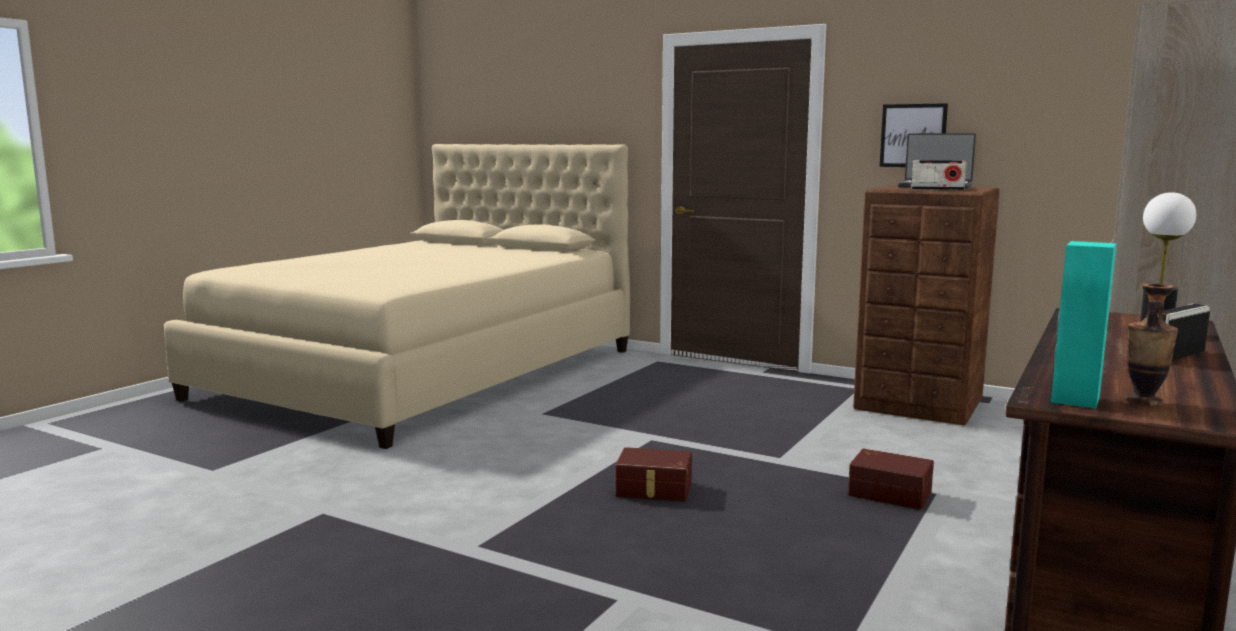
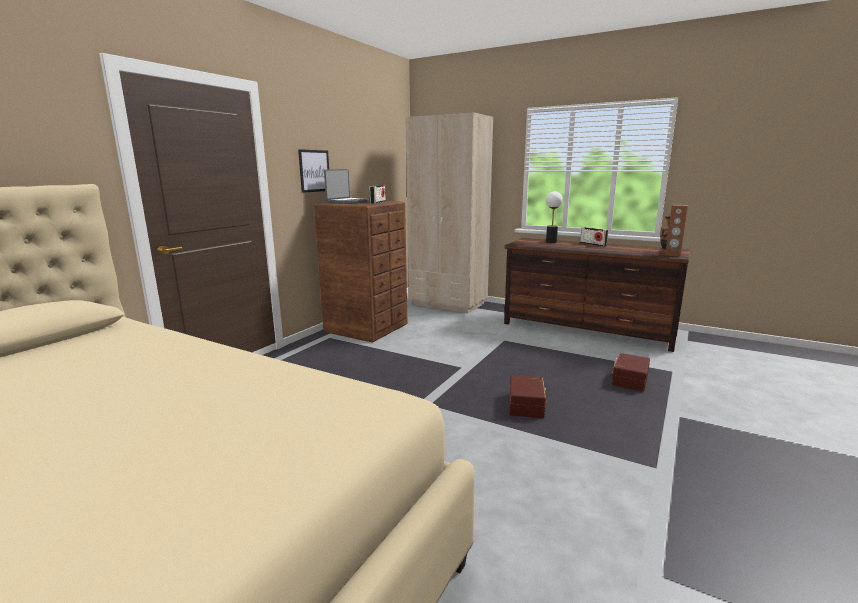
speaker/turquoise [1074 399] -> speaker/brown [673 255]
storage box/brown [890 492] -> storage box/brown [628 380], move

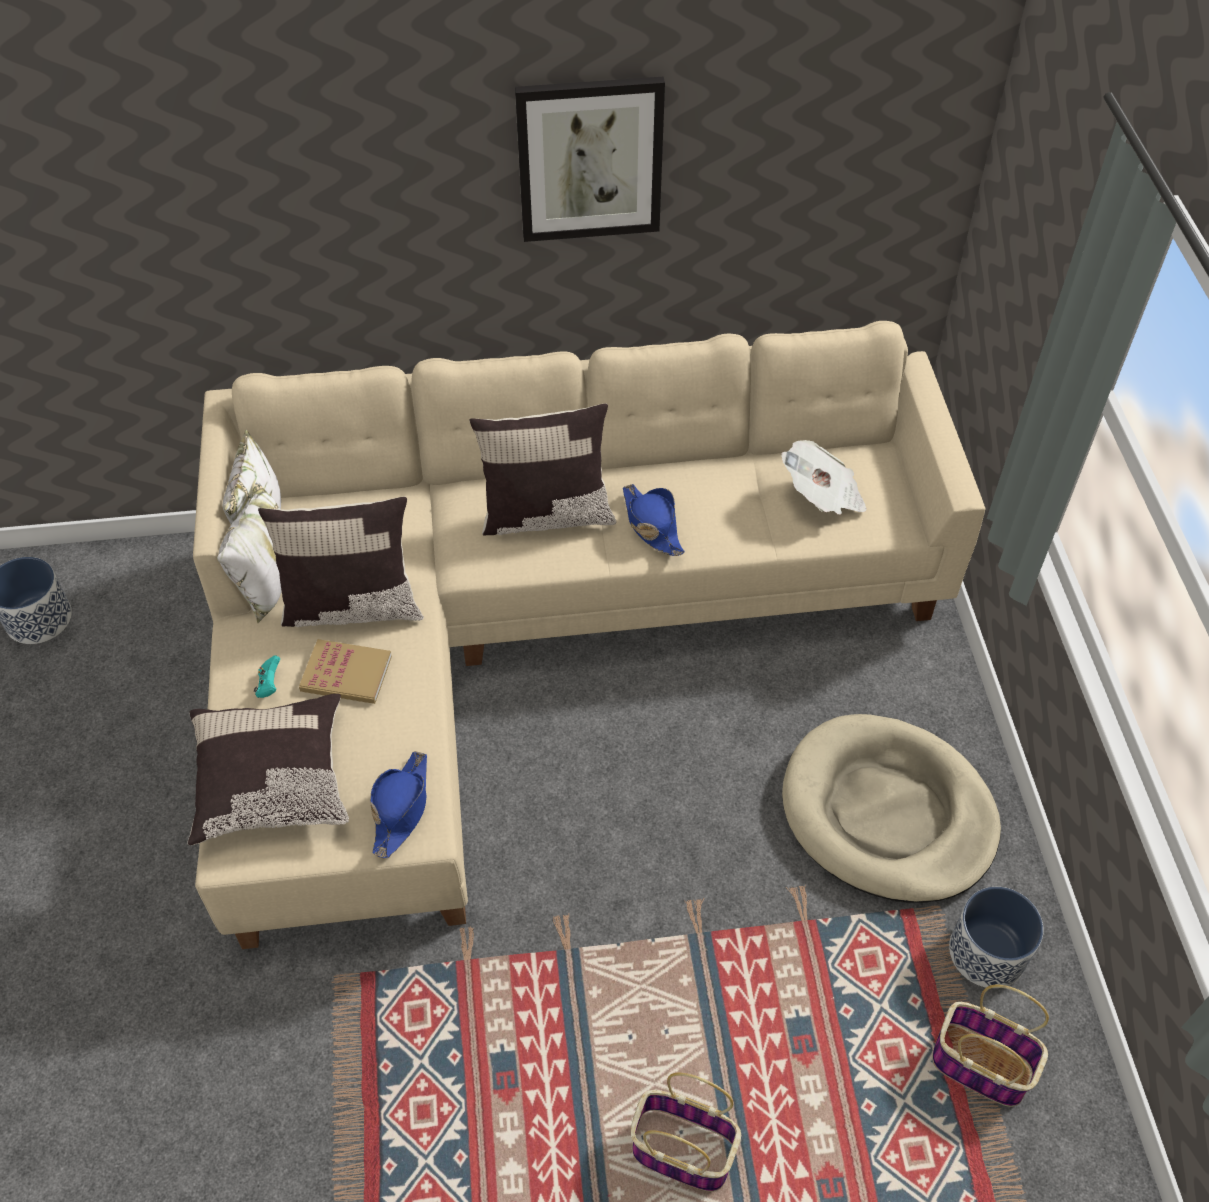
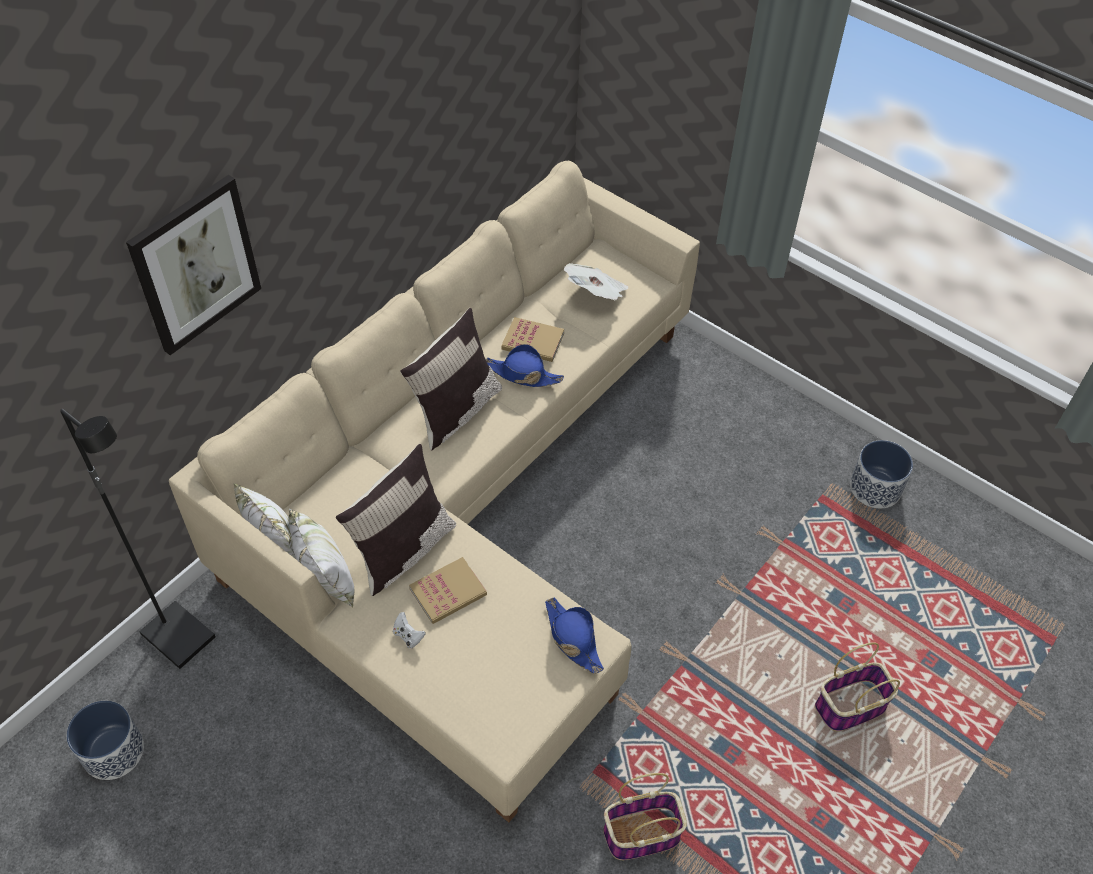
picture [590 159] -> picture [195 265], move
game controller/turquoise [269 685] -> game controller/white [408 636]
pillow [272 780] -> none
dog bed/beige [887 813] -> none
basket [979 1065] -> basket [641 835], move
none -> book [533 341]
none -> floor lamp/black [180 636]

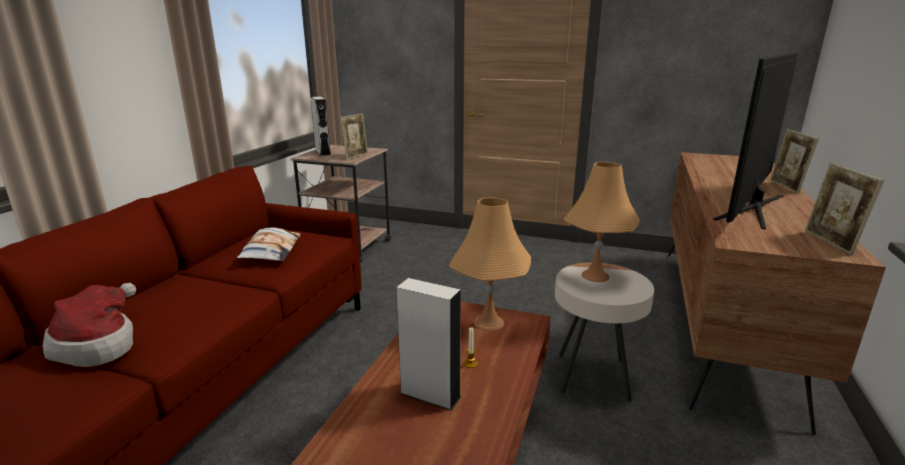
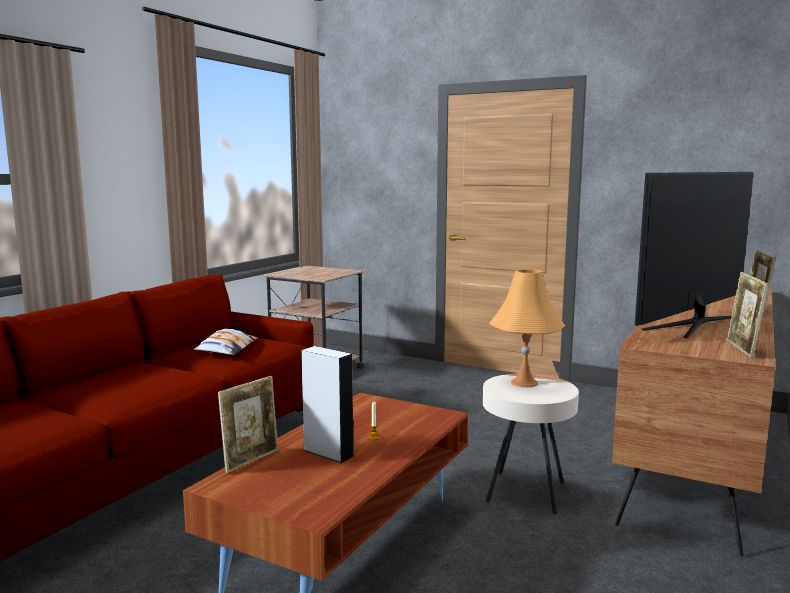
speaker/grey [323 152] -> none
picture frame [356 156] -> picture frame [251 460], move
table lamp/orange [488 322] -> none
hat [99 343] -> none

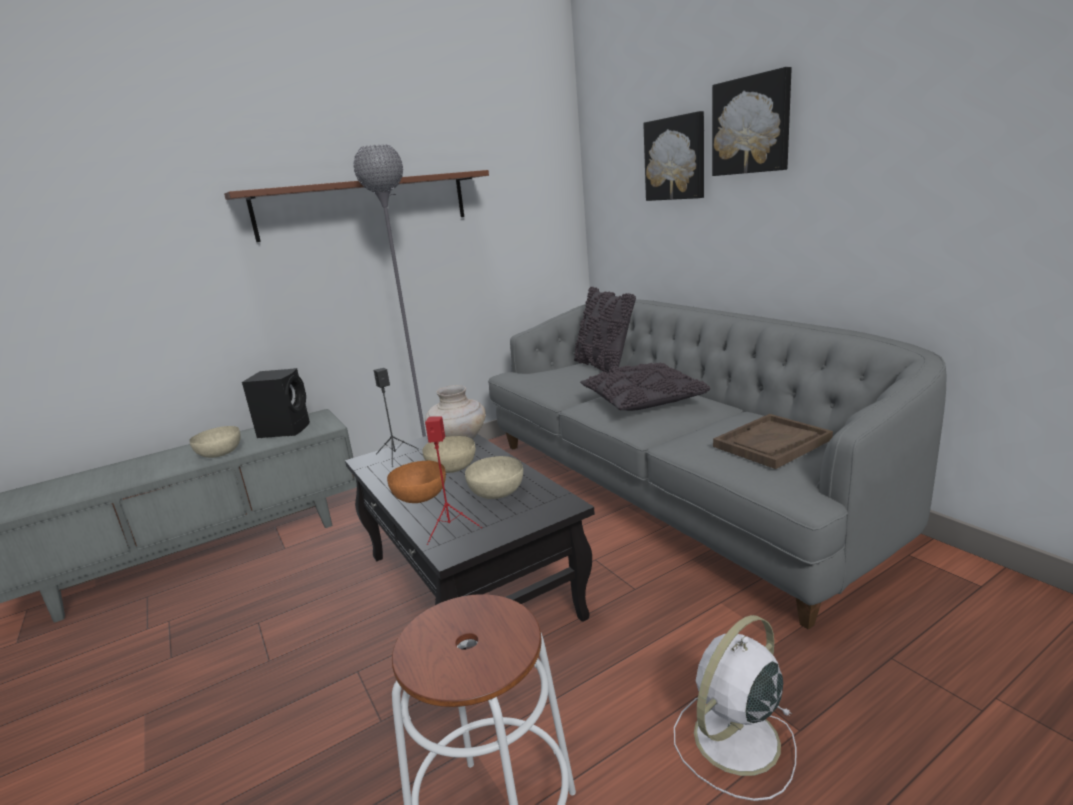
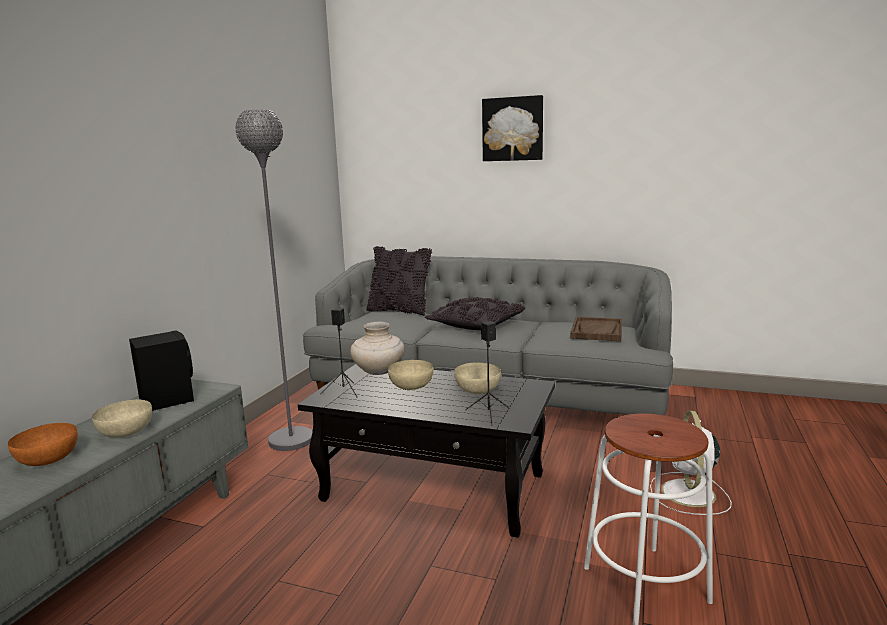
picture [676 158] -> none
shelf/brown [364 205] -> none
speaker/red [450 528] -> speaker/black [489 414]
bowl/orange [419 496] -> bowl/orange [47 459], move

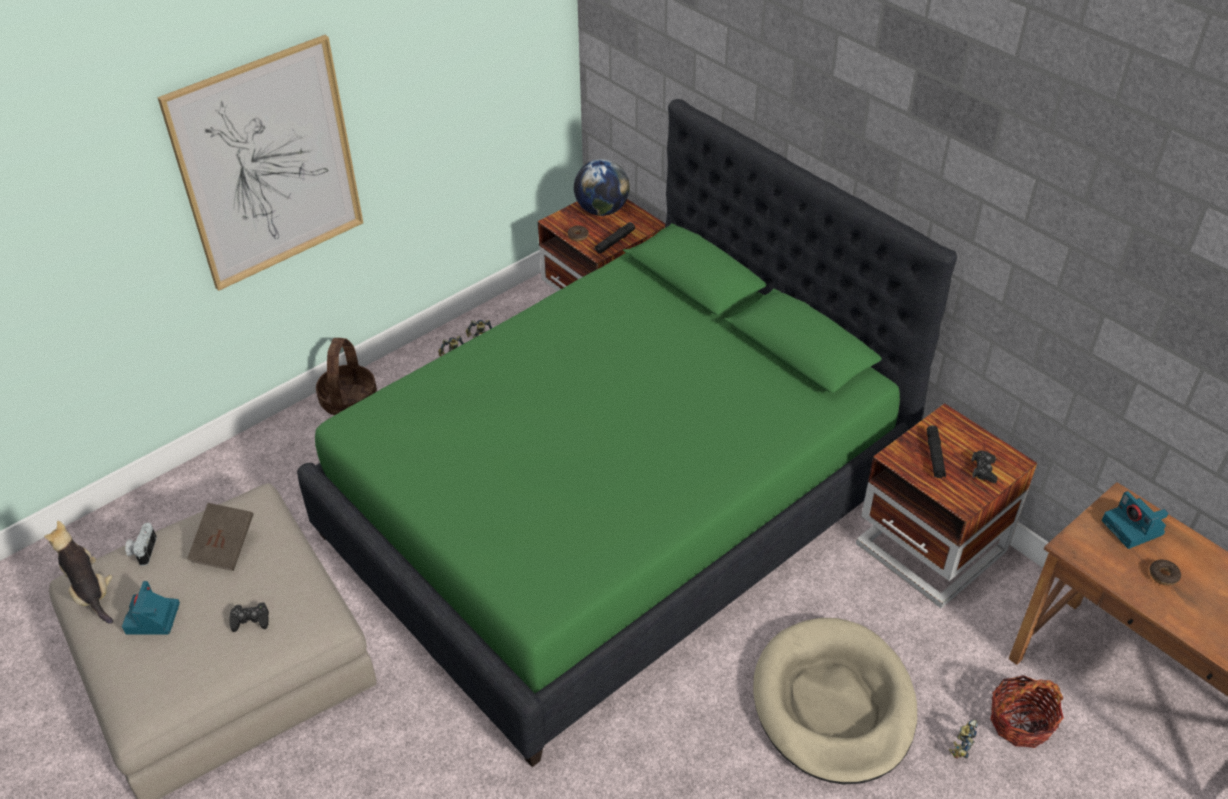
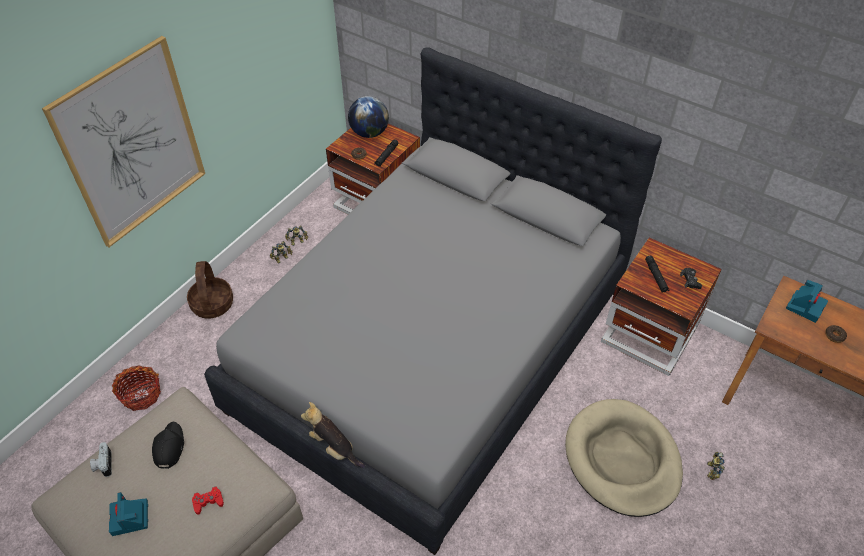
bed/green [617 507] -> bed/grey [433 347]
photo camera [1133 528] -> photo camera [805 306], 105 degrees counterclockwise
book/brown [225 547] -> cap/black [168 447]
plush toy [91 591] -> plush toy [335 447], move
game controller/black [250 620] -> game controller/red [208 502]
basket [1020 722] -> basket [141 395], move

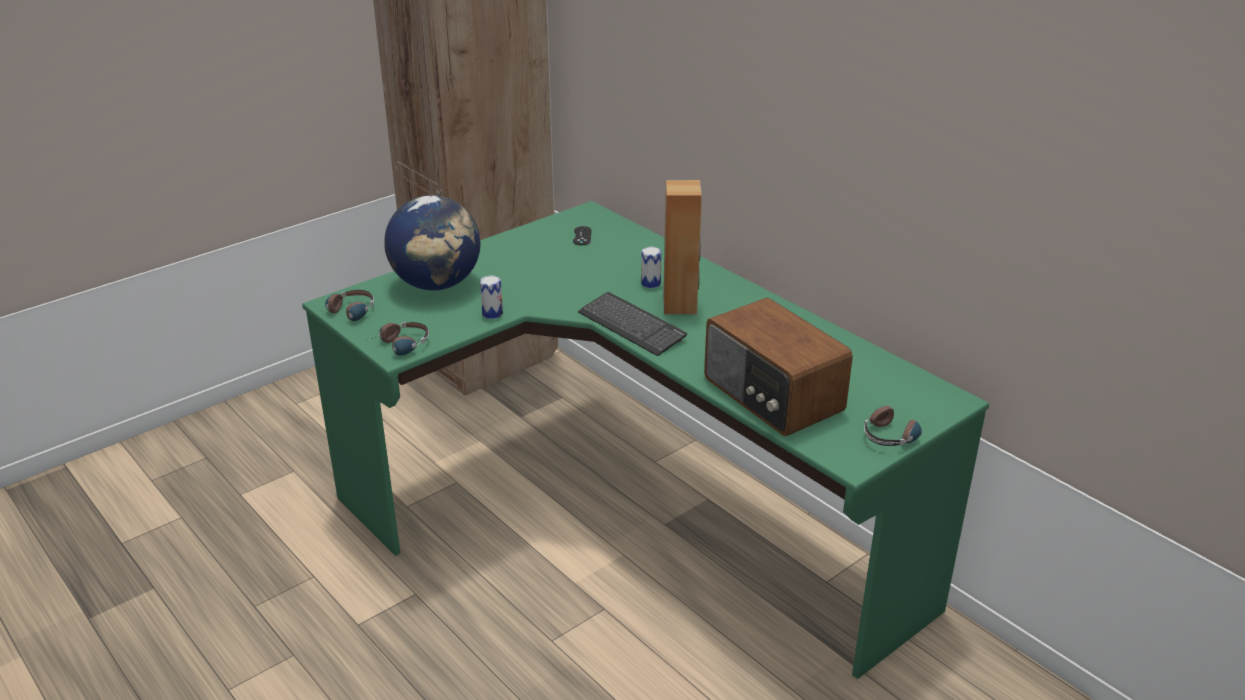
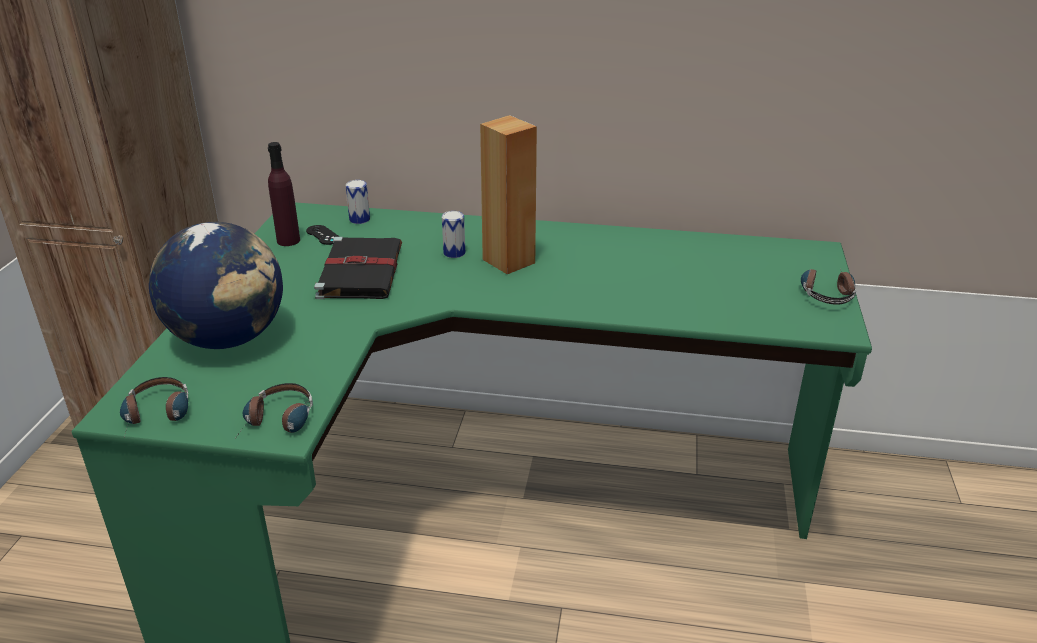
can [492 314] -> can [359 219], move
keyboard [631 326] -> none
radio [771 395] -> none
none -> bottle/purple [288 240]
none -> book/black [361 271]

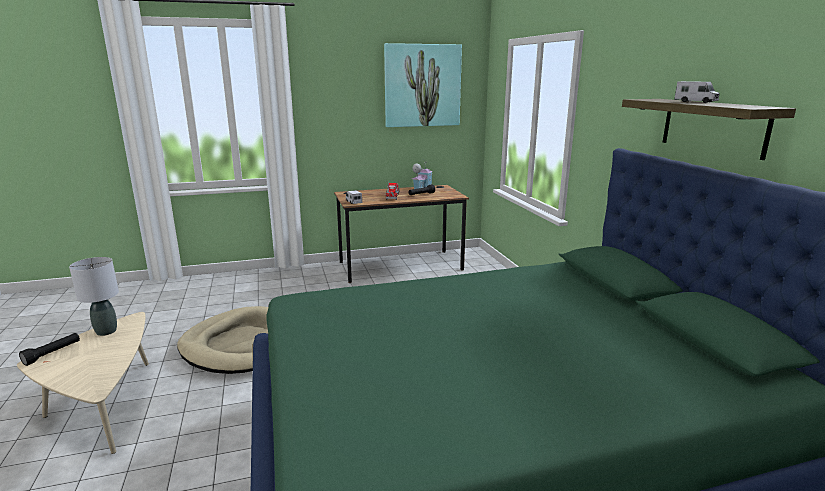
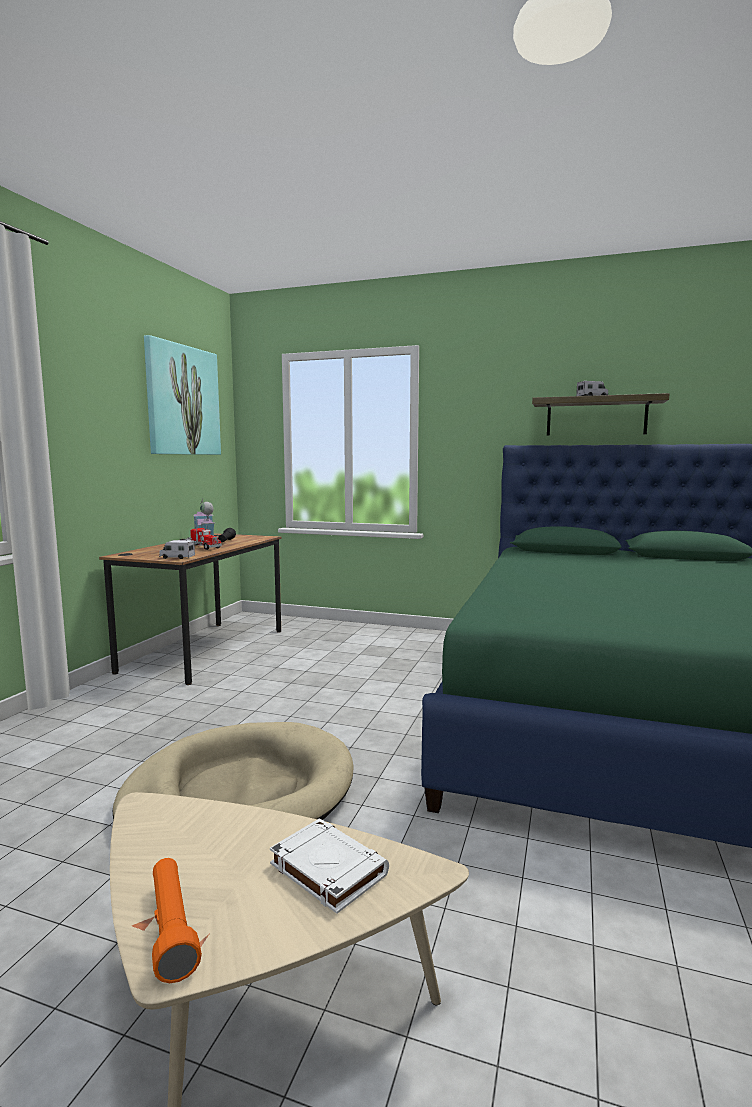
table lamp/grey [106 331] -> none
flashlight/black [53 353] -> flashlight/orange [171 928]
none -> book/white [327 869]

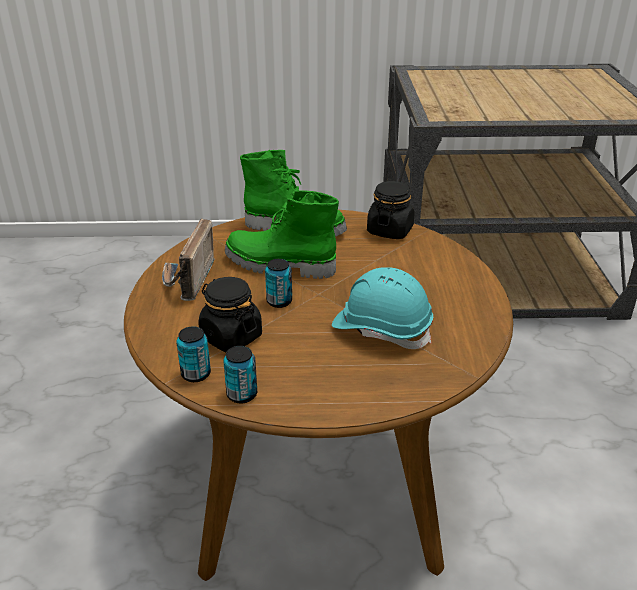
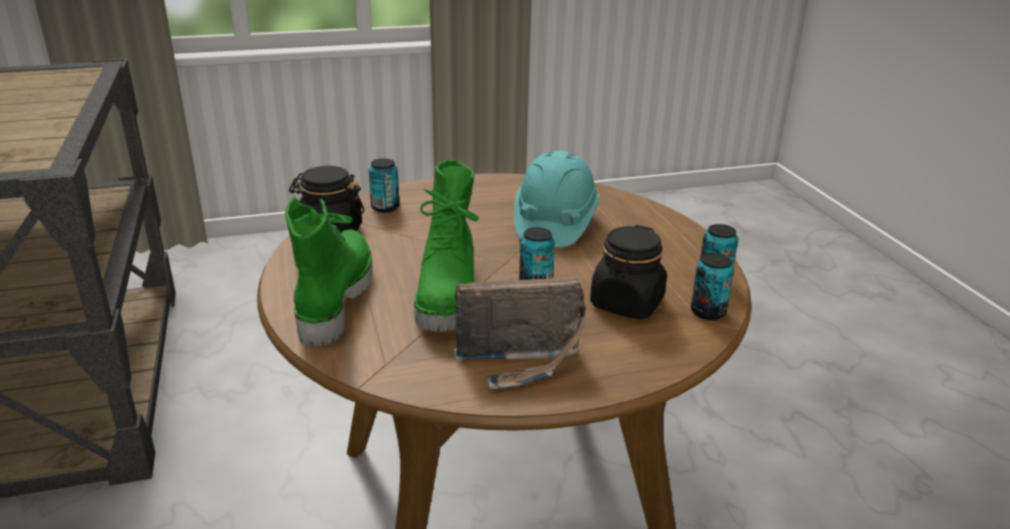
none -> can [385 207]

